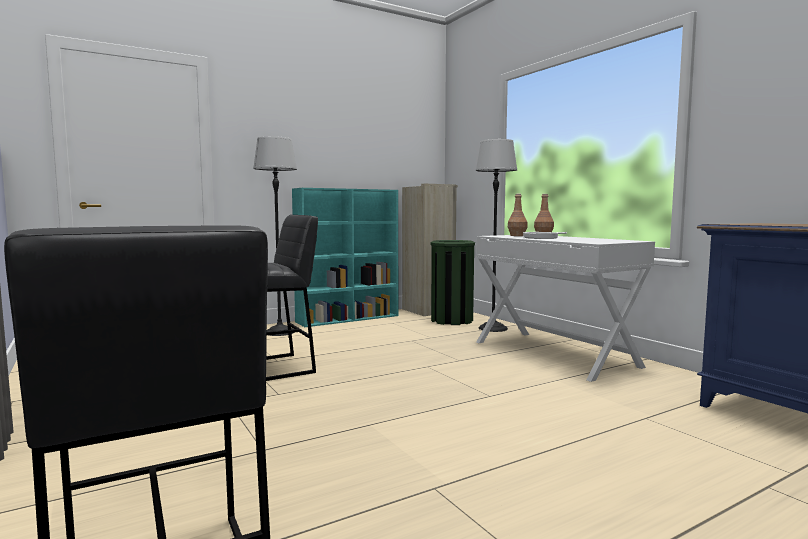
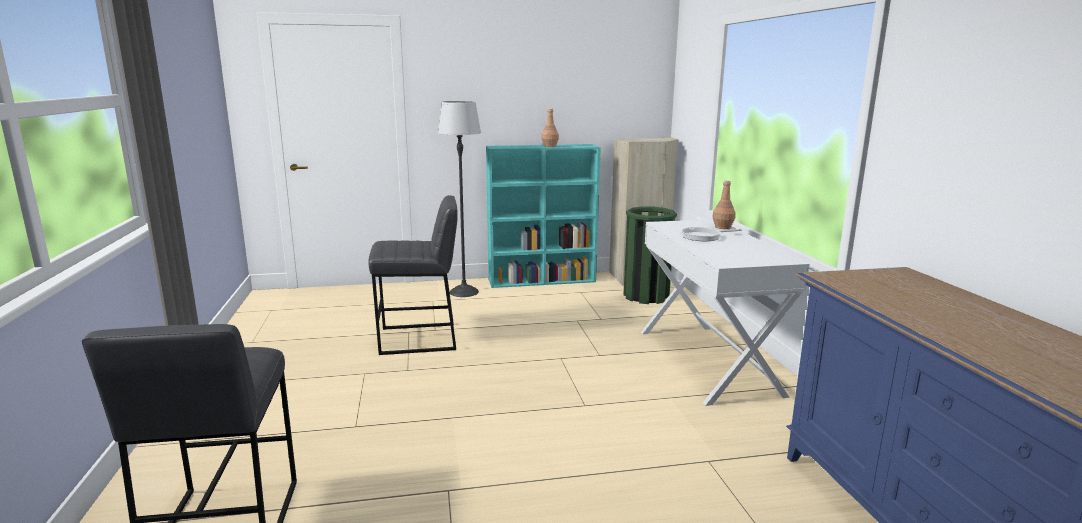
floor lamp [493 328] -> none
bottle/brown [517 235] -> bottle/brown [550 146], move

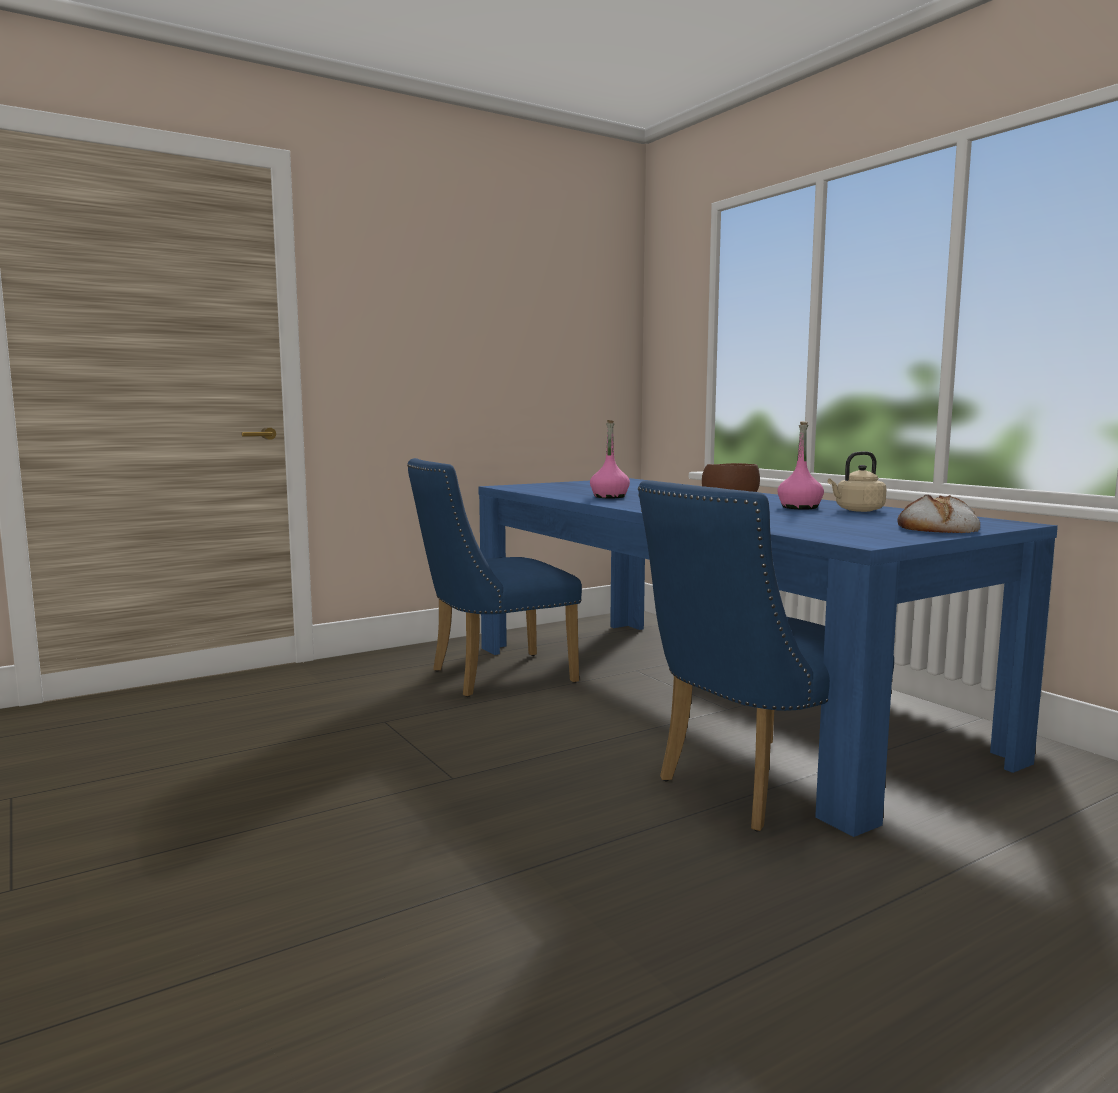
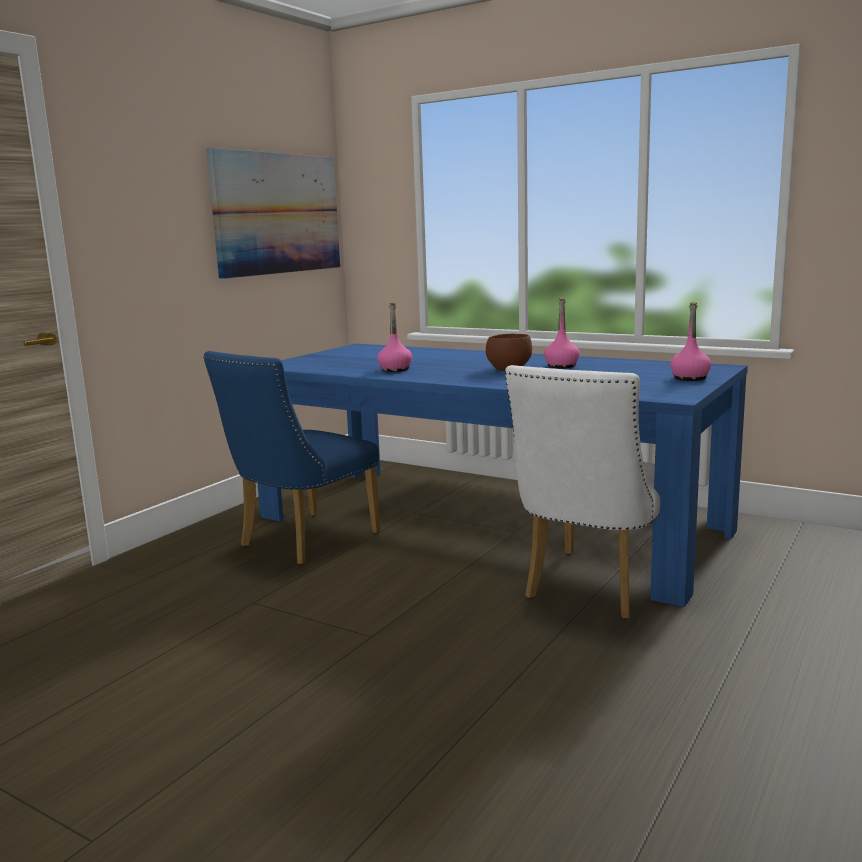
kettle/beige [857 510] -> none
chair/blue [751 788] -> chair/white [591 589]
bread [936 528] -> bottle/pink [690 378]
none -> picture [277 214]

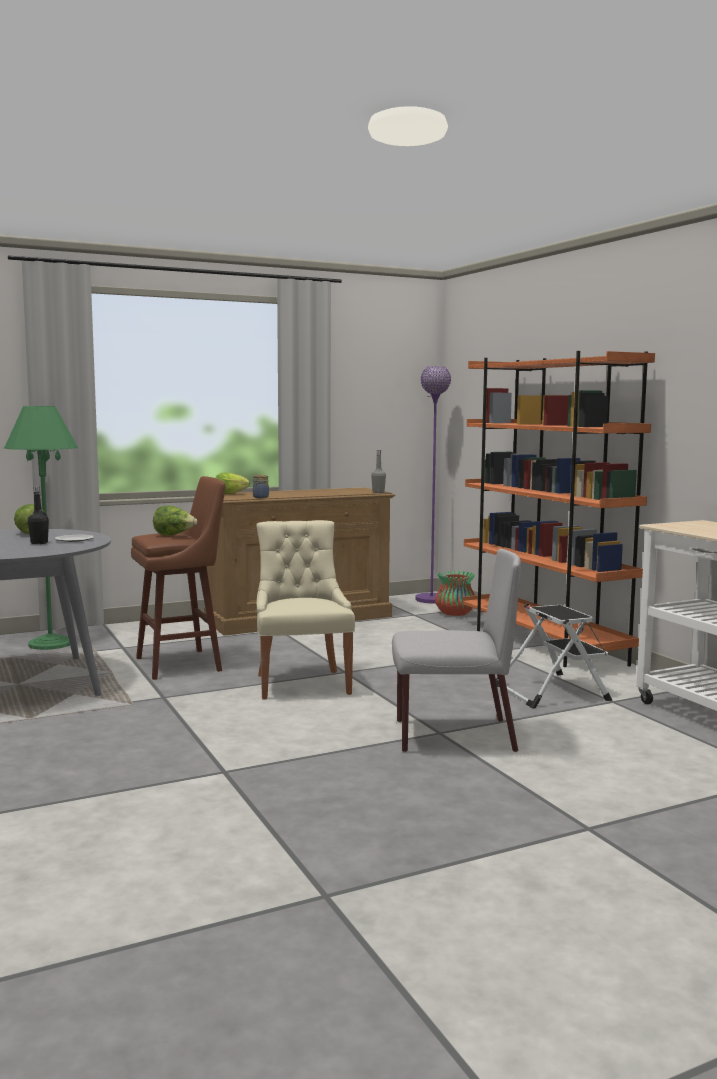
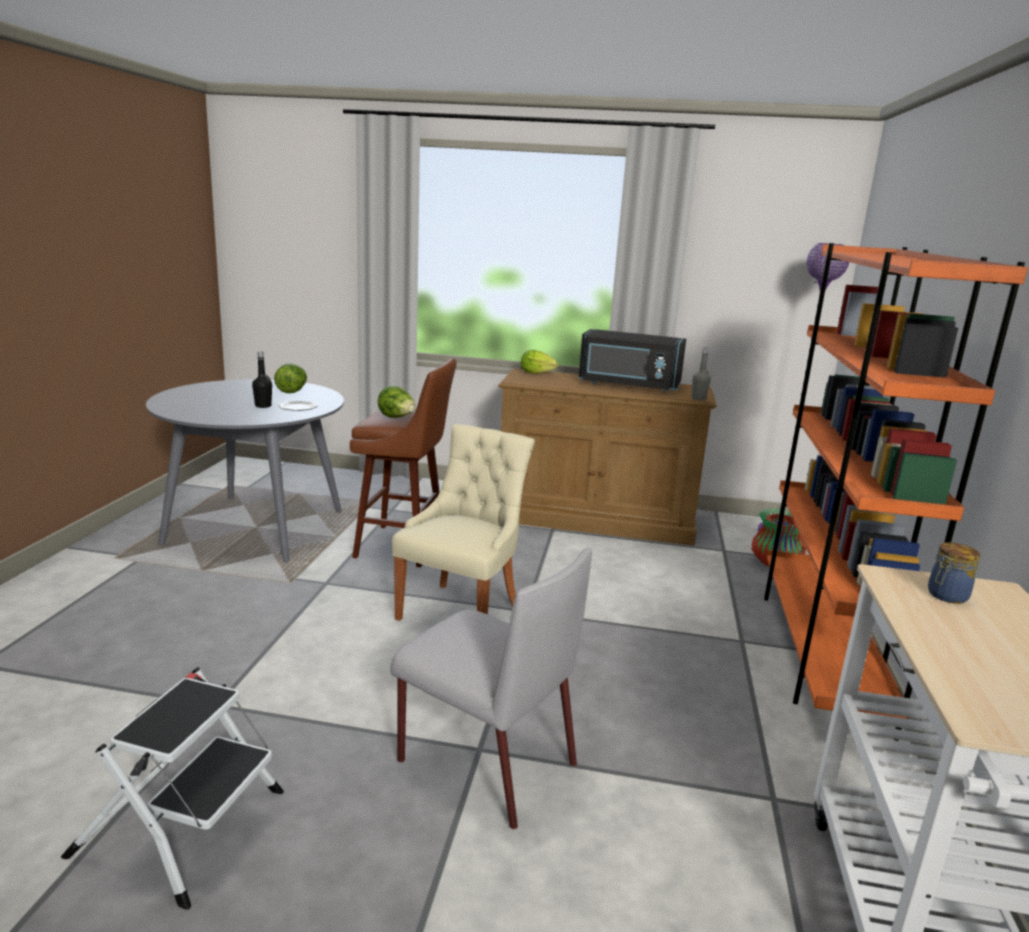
floor lamp/green [50 643] -> none
jar [260 497] -> jar [946 596], move
step ladder [551 690] -> step ladder [180 827], move
none -> microwave/black [628 385]

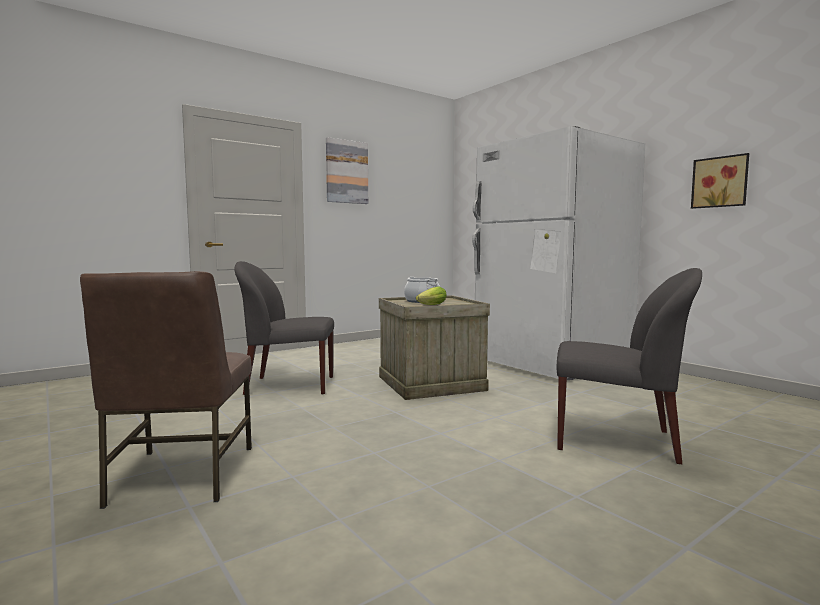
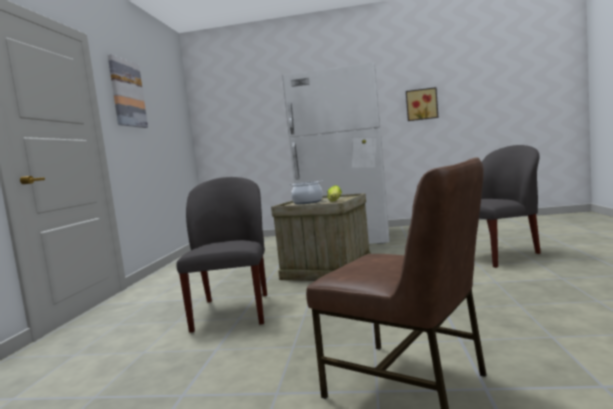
chair/grey [288 385] -> chair/grey [233 311], 135 degrees clockwise

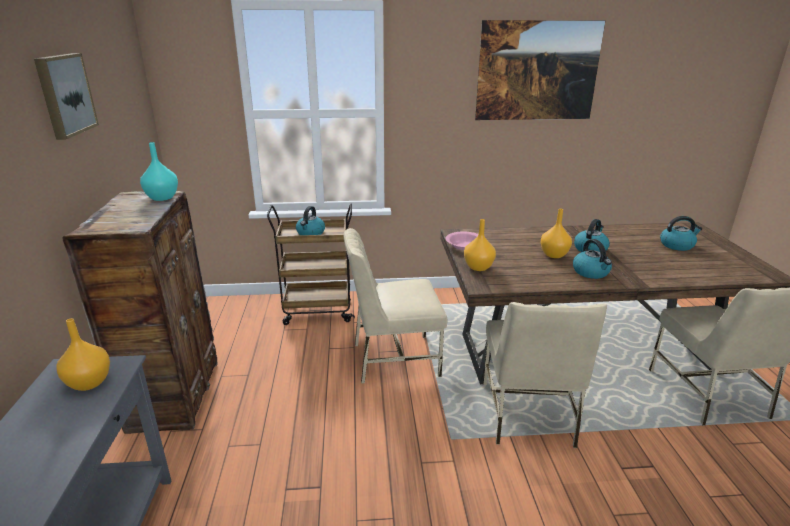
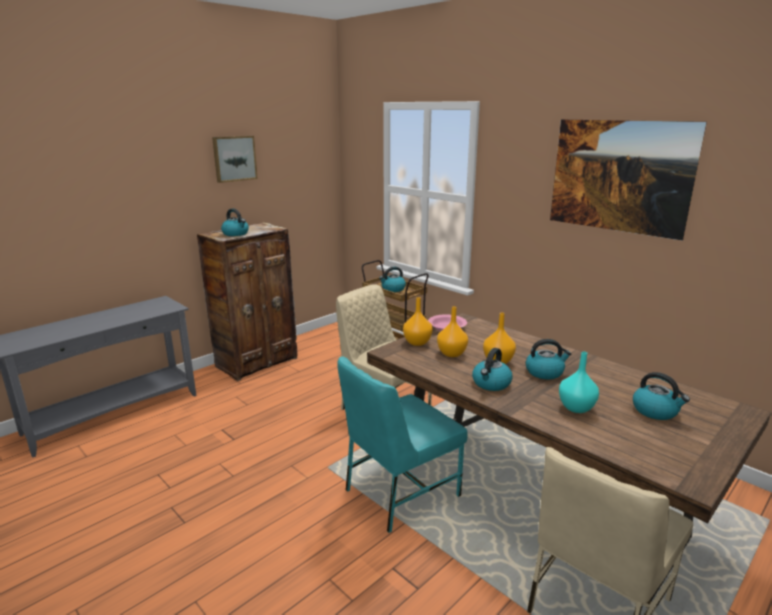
vase/turquoise [162 197] -> vase/turquoise [576 407], move
chair/beige [528 415] -> chair/turquoise [399 492]
vase/orange [90 382] -> vase/orange [452 353], move
none -> kettle [236 234]

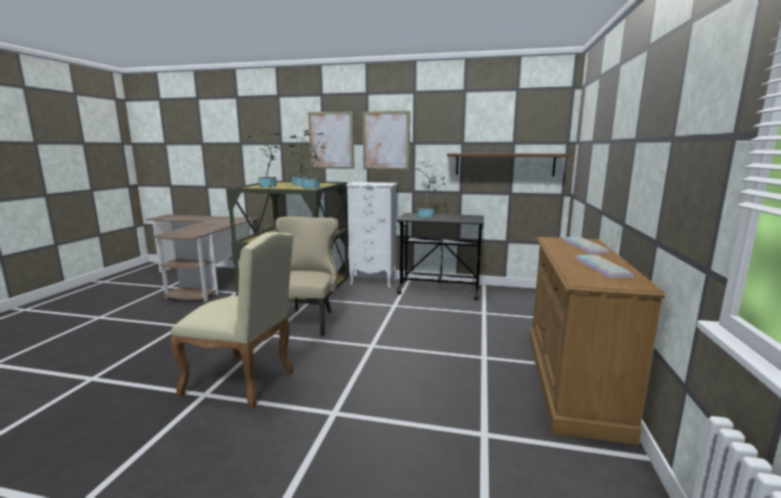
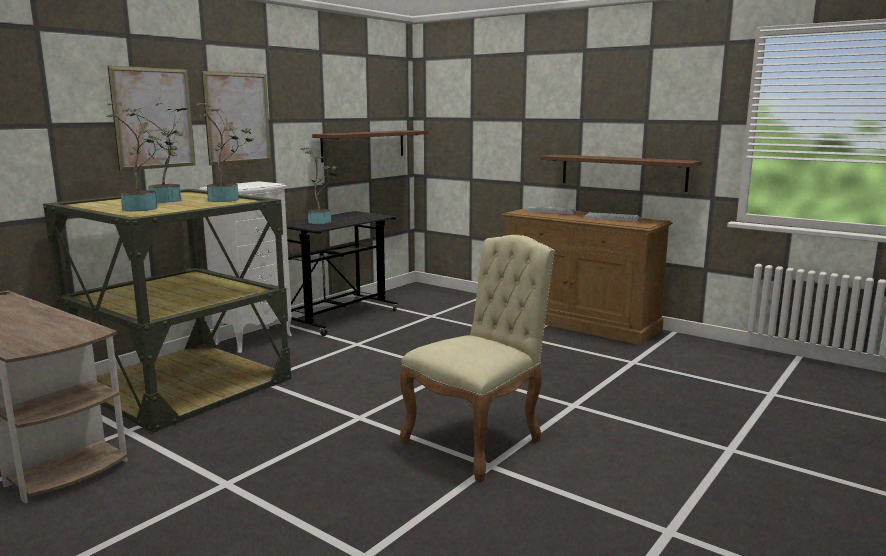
chair/beige [306 320] -> none
none -> shelf/brown [622 172]

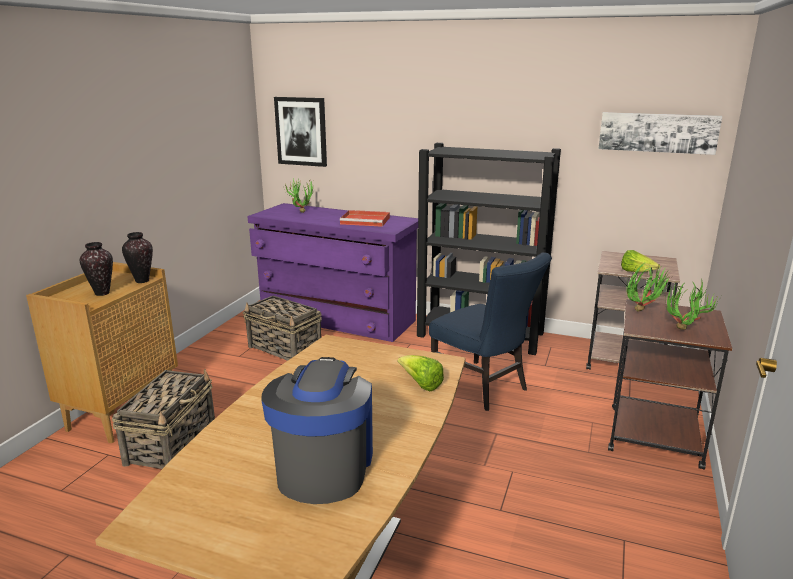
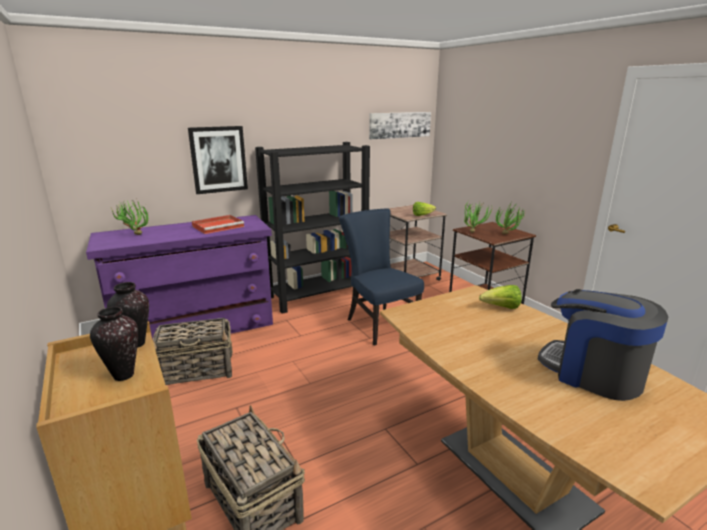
picture [301 131] -> picture [218 159], move
chair/blue [483 387] -> chair/blue [379 323], 120 degrees counterclockwise

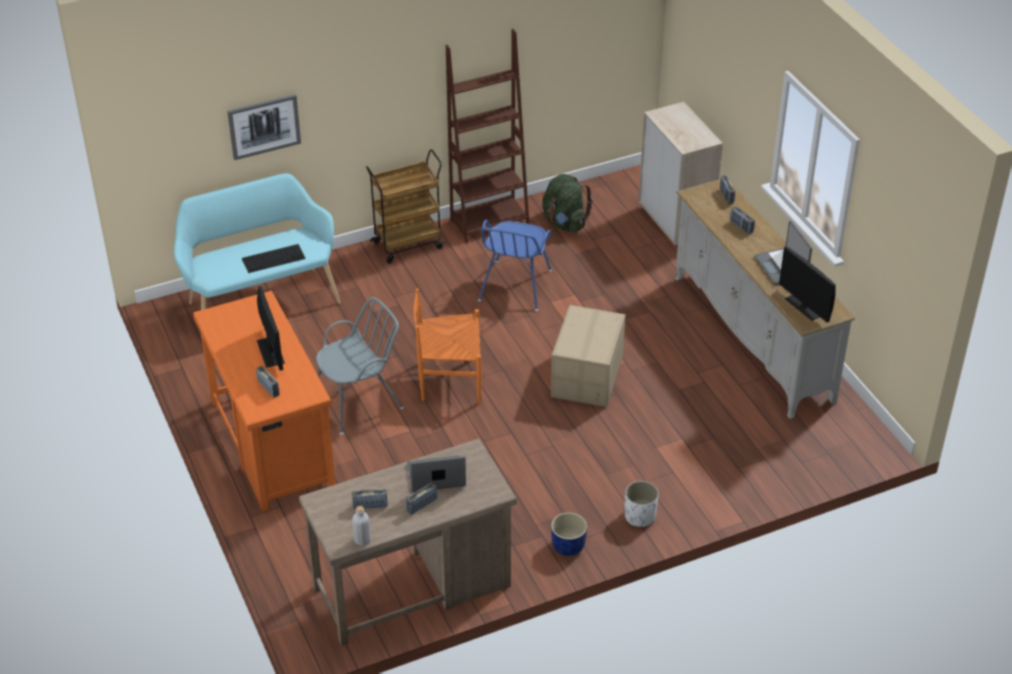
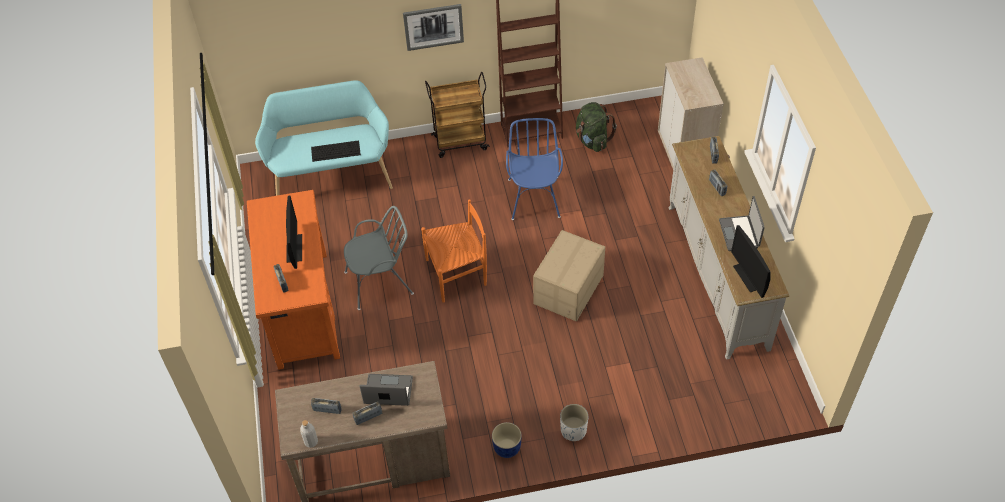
picture [264 126] -> picture [433 26], move
chair/blue [514 287] -> chair/blue [534 195], 150 degrees clockwise
chair/orange [449 380] -> chair/orange [457 274], 150 degrees clockwise

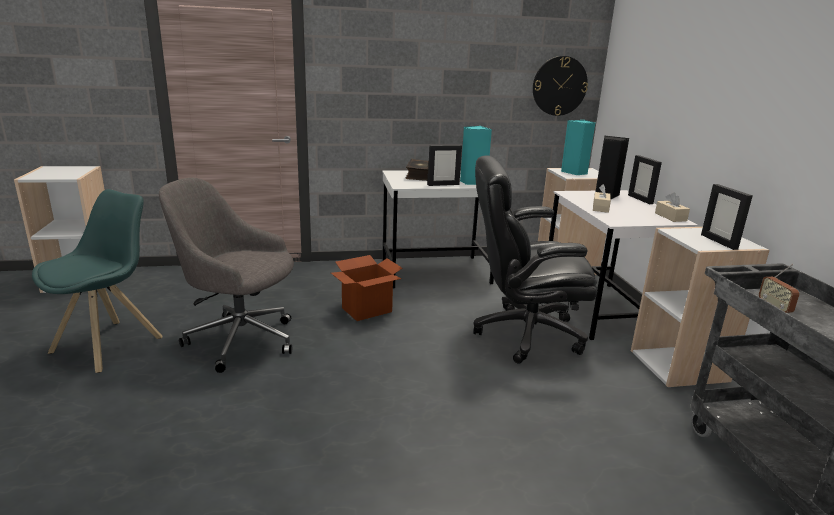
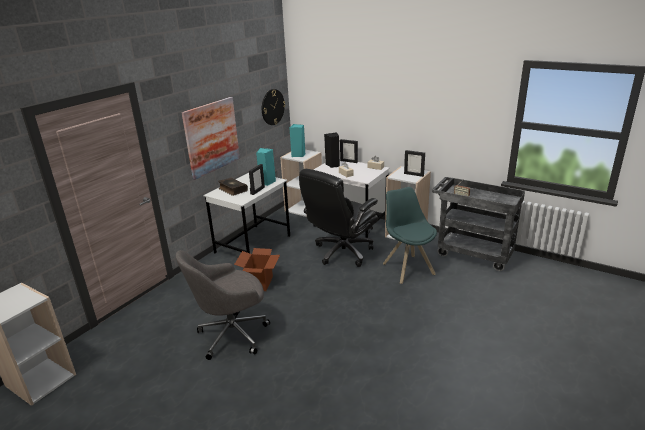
chair/turquoise [109 345] -> chair/turquoise [407 269], move
none -> picture [211 137]

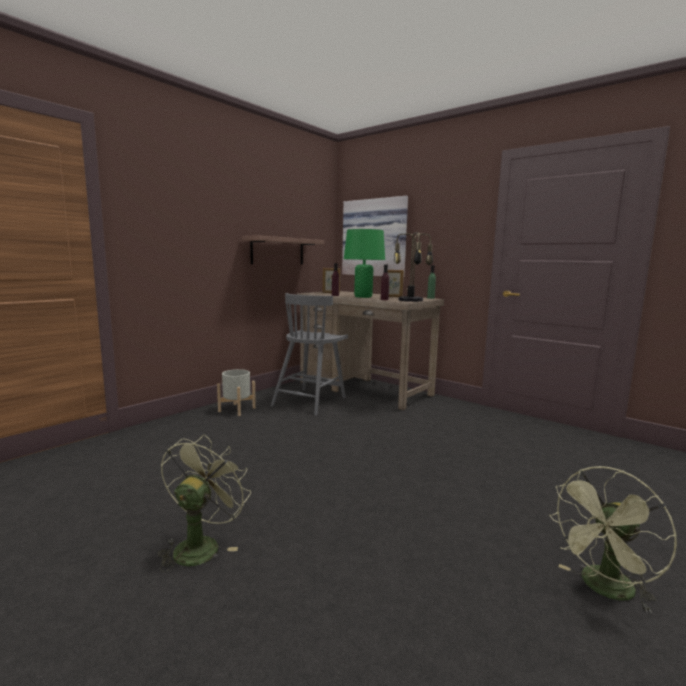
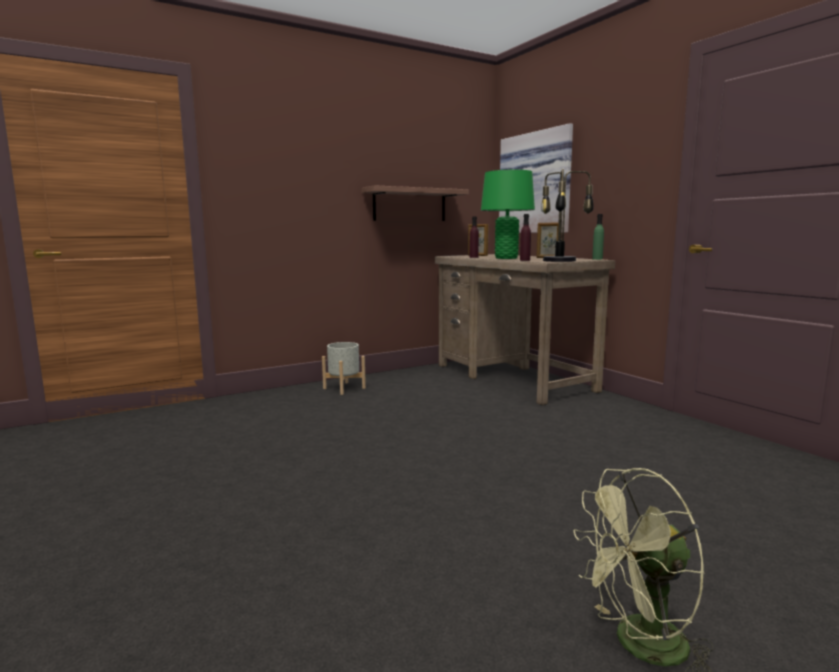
chair/grey [310 401] -> none
fan/green [200 545] -> none

